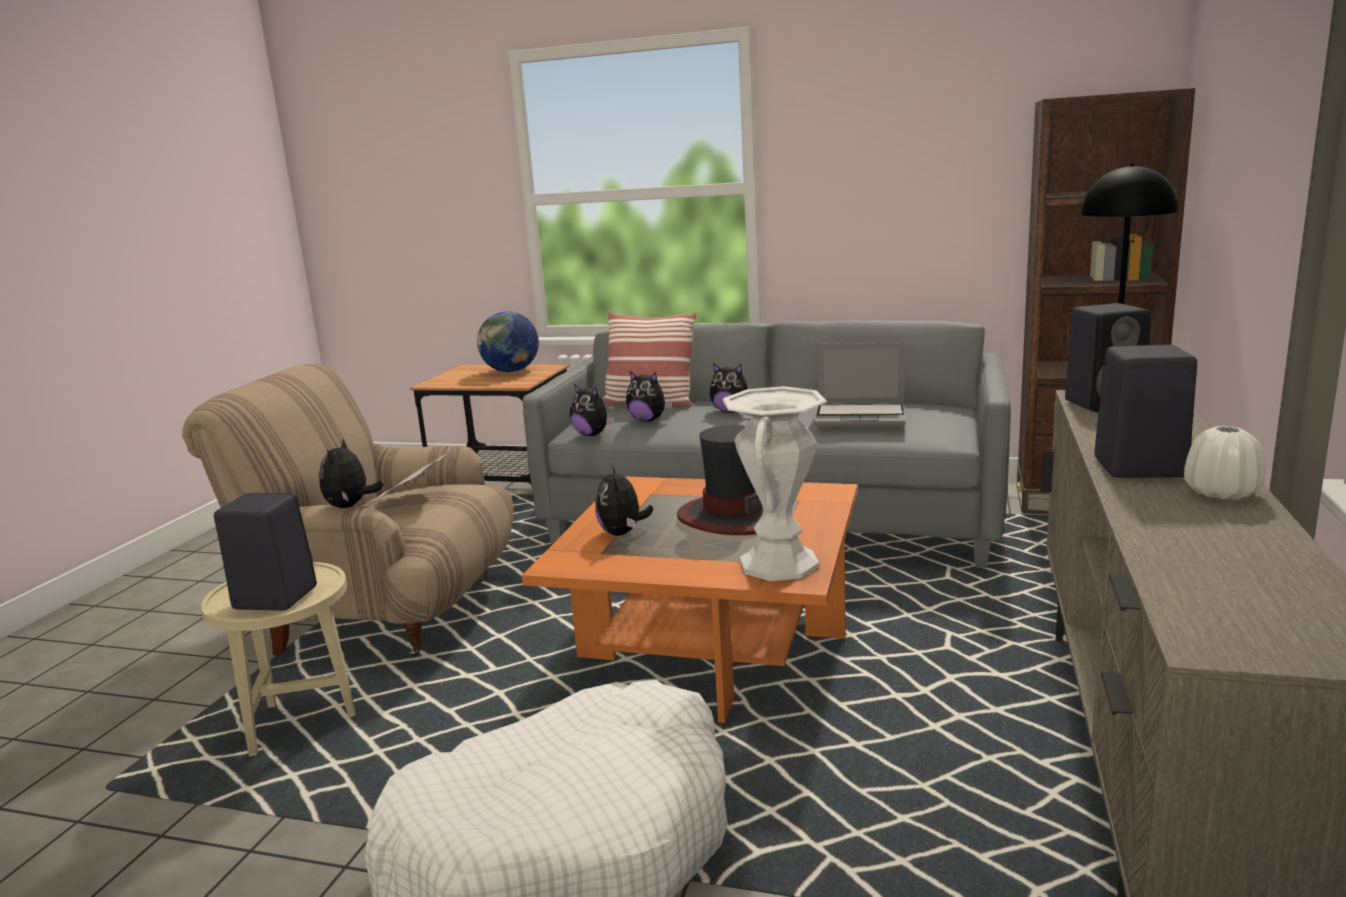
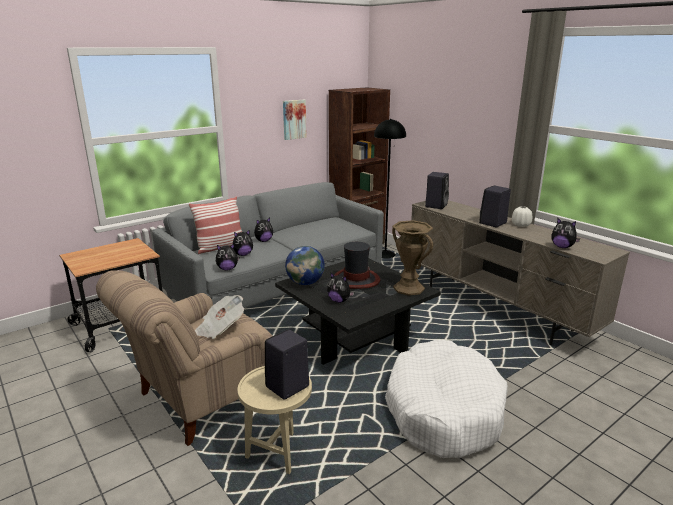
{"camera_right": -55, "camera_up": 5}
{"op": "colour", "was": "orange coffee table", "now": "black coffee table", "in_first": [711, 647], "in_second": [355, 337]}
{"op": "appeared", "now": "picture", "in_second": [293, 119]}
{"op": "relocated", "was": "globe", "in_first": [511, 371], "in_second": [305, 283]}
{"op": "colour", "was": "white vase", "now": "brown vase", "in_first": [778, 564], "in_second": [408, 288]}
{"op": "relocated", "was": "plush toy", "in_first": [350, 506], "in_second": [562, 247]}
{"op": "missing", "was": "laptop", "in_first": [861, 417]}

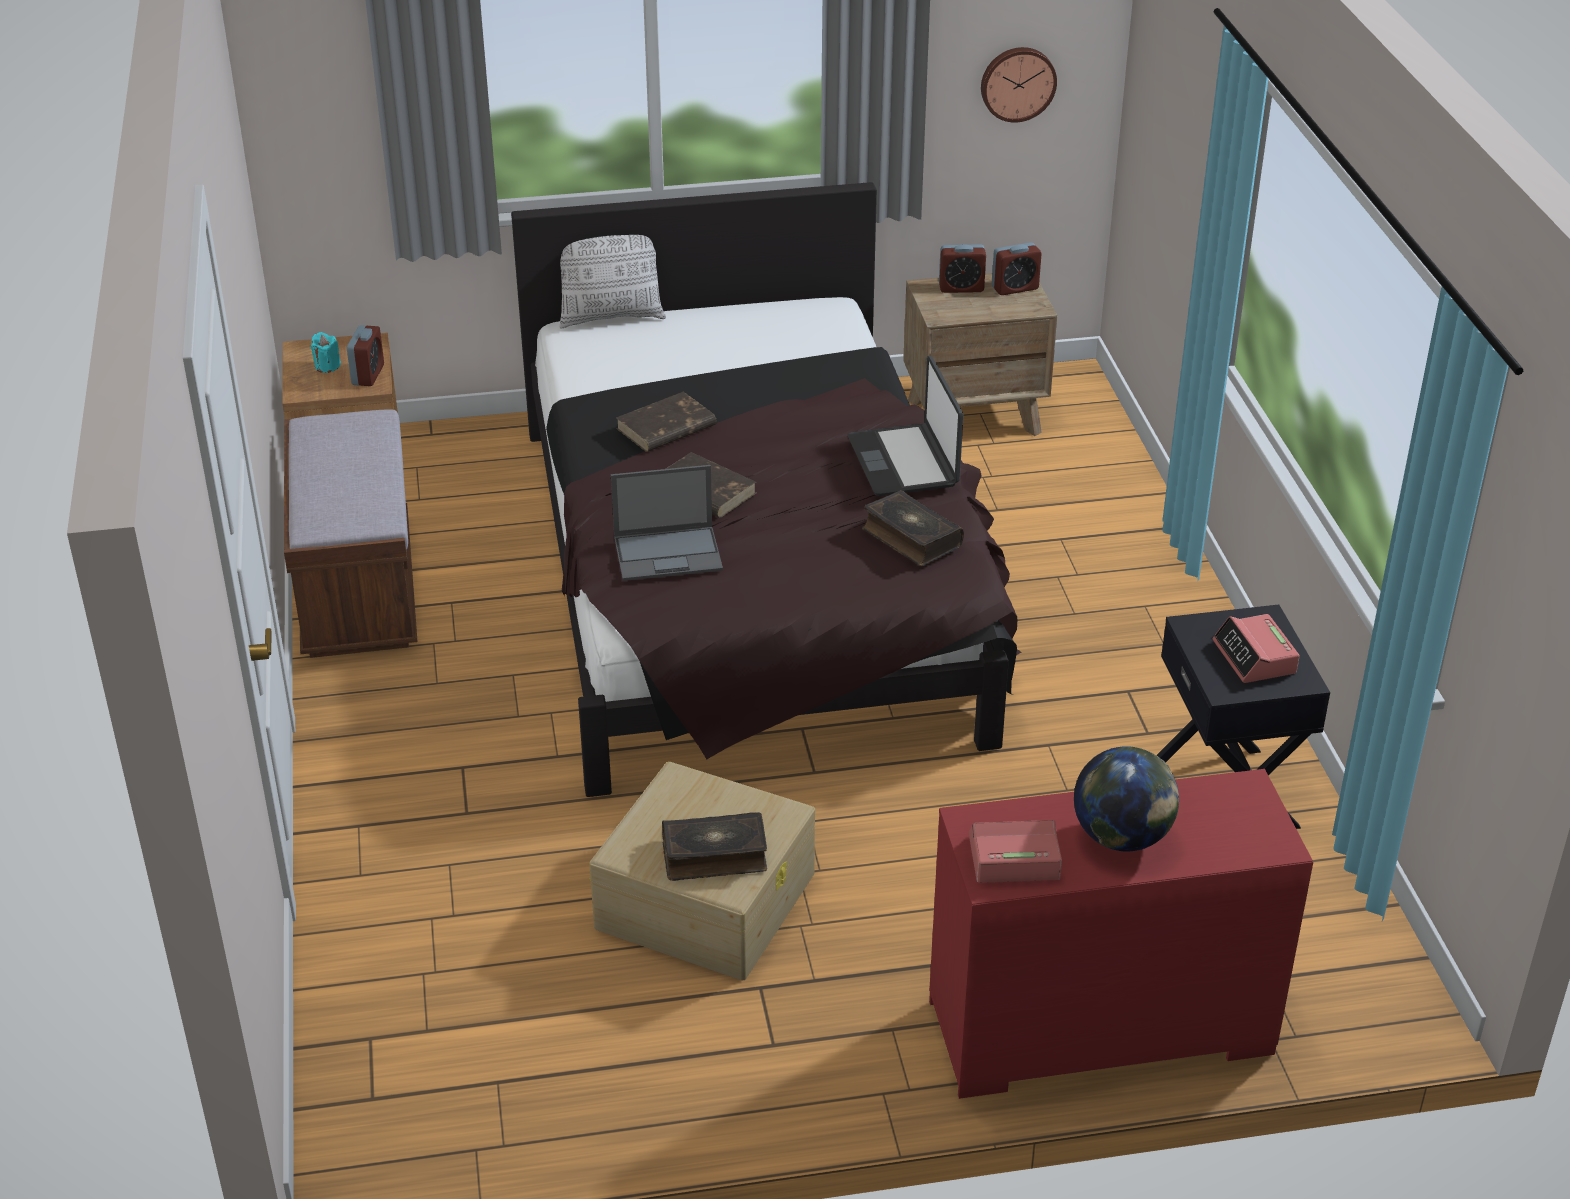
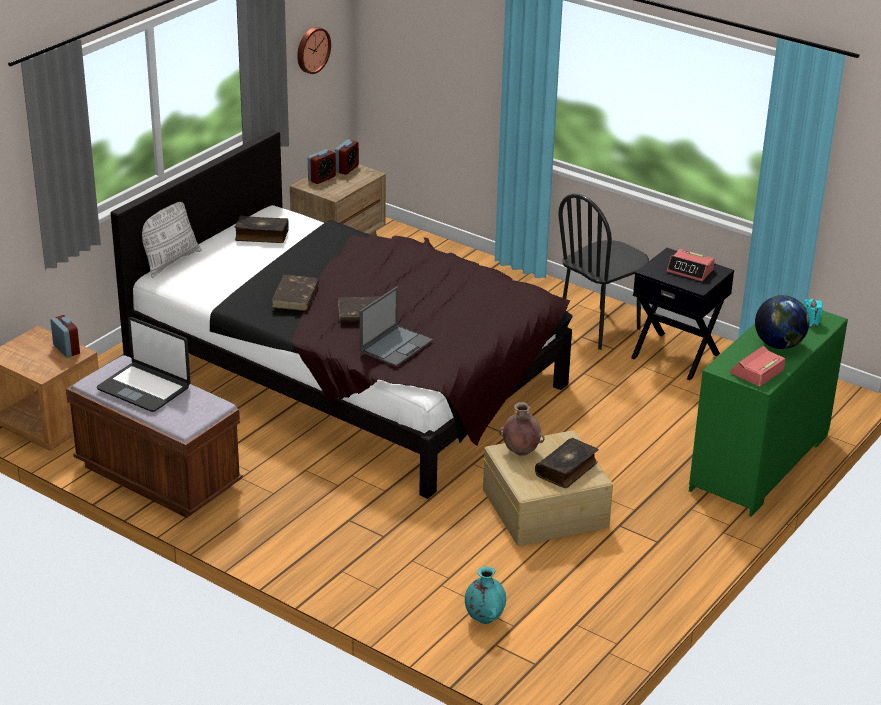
{"camera_right": -45, "camera_up": -5}
{"op": "relocated", "was": "laptop", "in_first": [904, 462], "in_second": [144, 388]}
{"op": "relocated", "was": "book", "in_first": [910, 538], "in_second": [261, 235]}
{"op": "appeared", "now": "turquoise vase", "in_second": [484, 618]}
{"op": "appeared", "now": "brown vase", "in_second": [520, 452]}
{"op": "appeared", "now": "black chair", "in_second": [599, 328]}
{"op": "colour", "was": "red dresser", "now": "green dresser", "in_first": [1099, 1030], "in_second": [760, 463]}
{"op": "relocated", "was": "turquoise candle", "in_first": [327, 366], "in_second": [810, 321]}

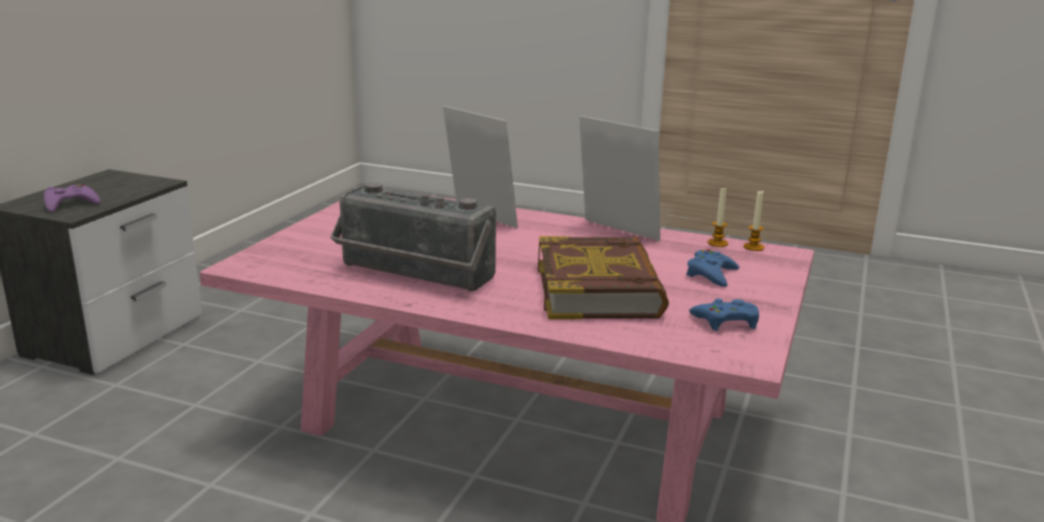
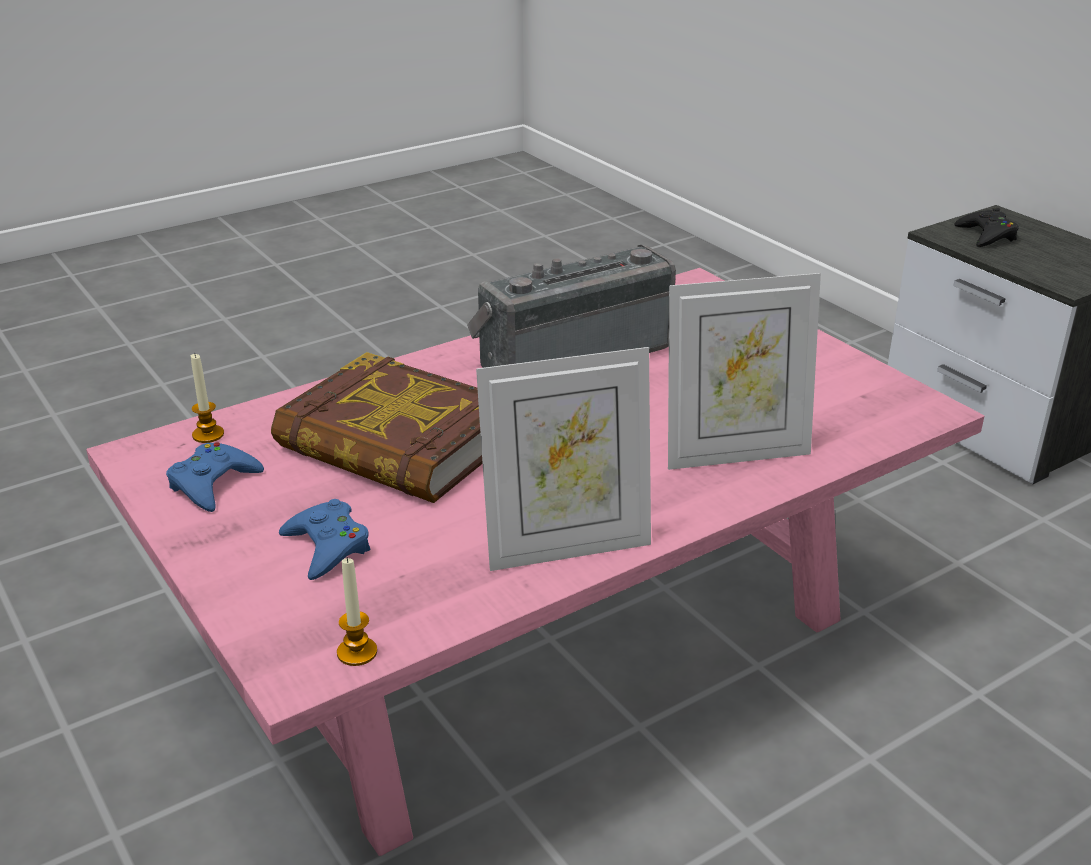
{"camera_right": 125, "camera_up": 10}
{"op": "relocated", "was": "candle", "in_first": [717, 243], "in_second": [208, 435]}
{"op": "colour", "was": "purple game controller", "now": "black game controller", "in_first": [70, 204], "in_second": [986, 235]}

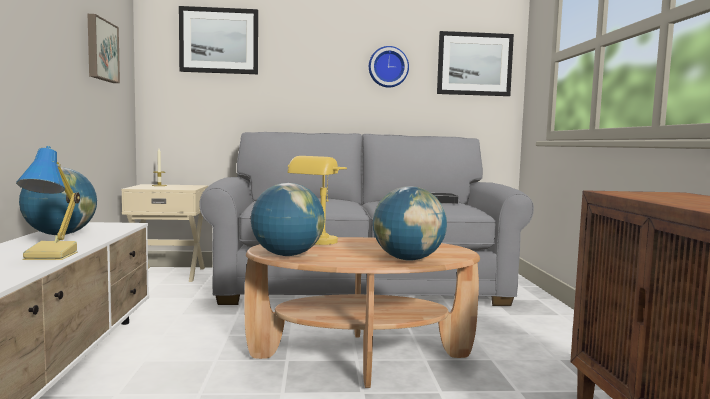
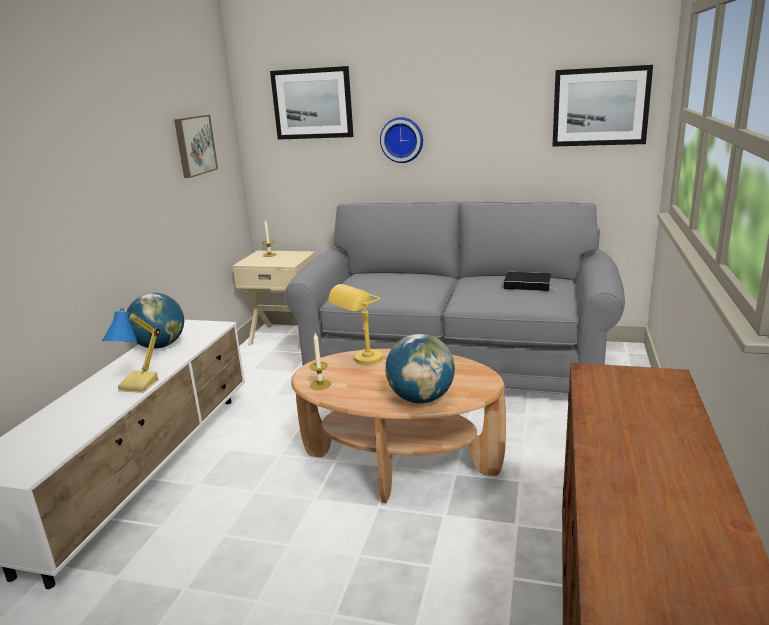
{"camera_right": 20, "camera_up": 15}
{"op": "exchanged", "was": "globe", "now": "candle", "in_first": [287, 255], "in_second": [320, 384]}
{"op": "relocated", "was": "wall clock", "in_first": [388, 67], "in_second": [402, 139]}

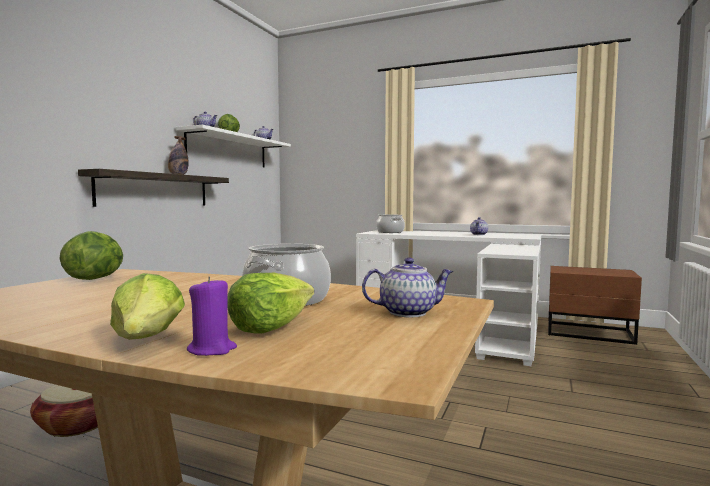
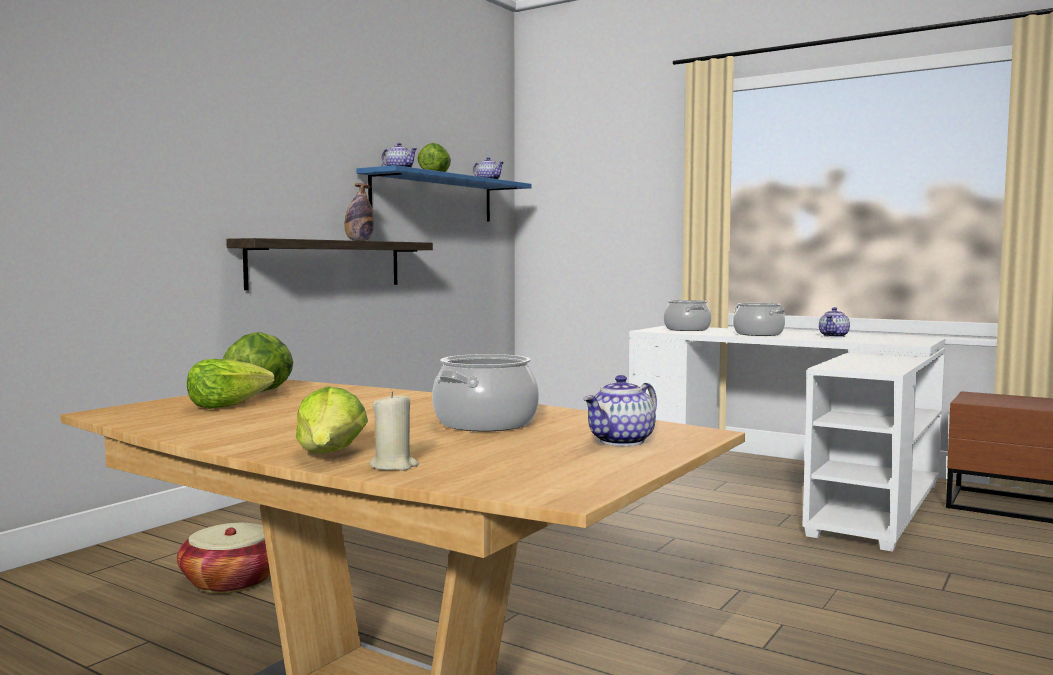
{"camera_right": 10, "camera_up": 0}
{"op": "relocated", "was": "lettuce", "in_first": [270, 326], "in_second": [227, 405]}
{"op": "colour", "was": "white shelf", "now": "blue shelf", "in_first": [228, 150], "in_second": [434, 198]}
{"op": "colour", "was": "purple candle", "now": "beige candle", "in_first": [212, 350], "in_second": [394, 466]}
{"op": "spun", "was": "teapot", "in_first": [408, 312], "in_second": [622, 441], "clockwise": 135}
{"op": "appeared", "now": "cooking pot", "in_second": [758, 334]}

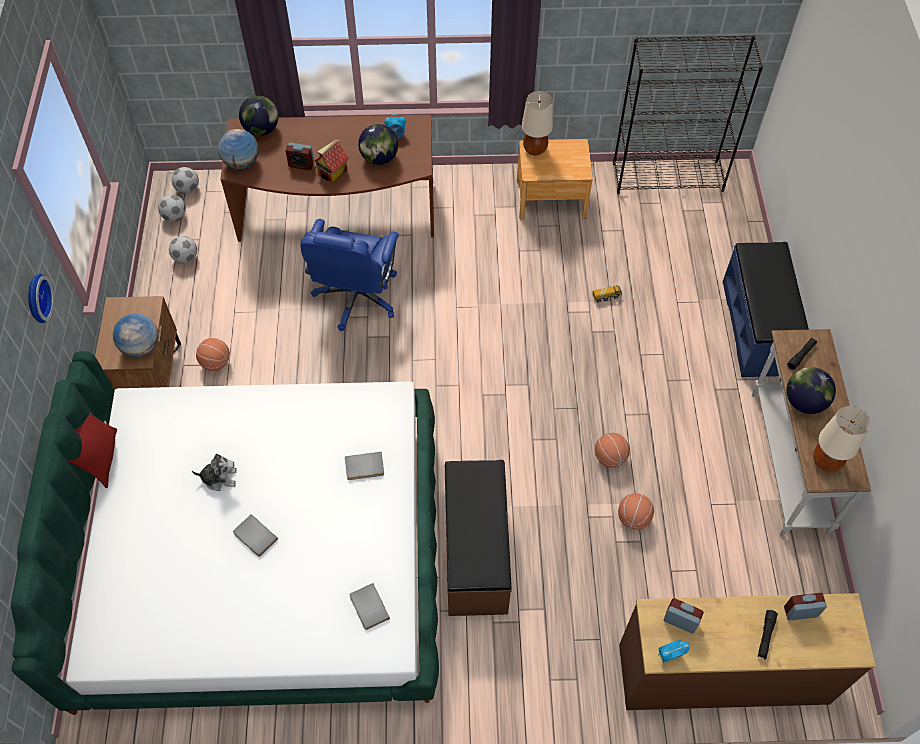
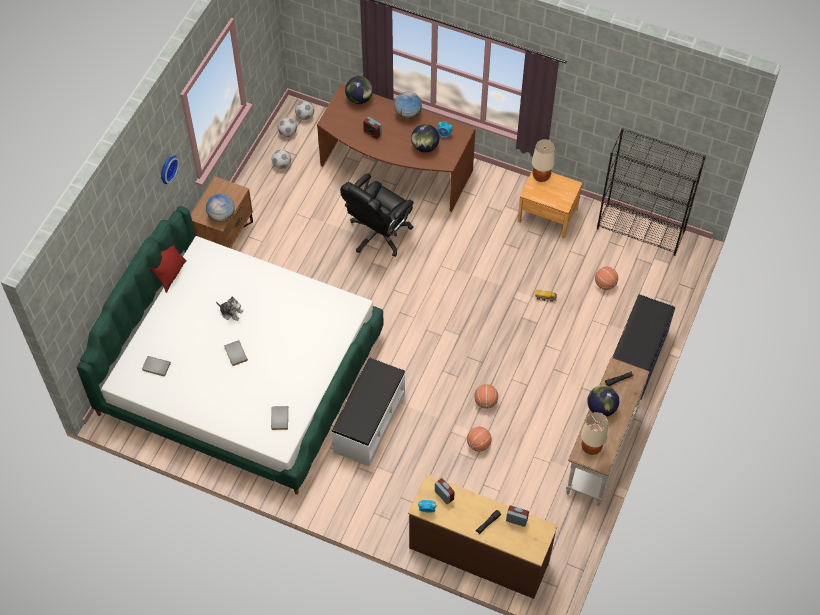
{"camera_right": 25, "camera_up": 0}
{"op": "relocated", "was": "grey book", "in_first": [364, 468], "in_second": [156, 367]}
{"op": "colour", "was": "brown bench", "now": "white bench", "in_first": [474, 551], "in_second": [369, 422]}
{"op": "colour", "was": "blue office chair", "now": "black office chair", "in_first": [356, 298], "in_second": [378, 234]}
{"op": "relocated", "was": "globe", "in_first": [241, 163], "in_second": [407, 114]}
{"op": "relocated", "was": "basketball", "in_first": [215, 363], "in_second": [605, 284]}
{"op": "missing", "was": "toy house", "in_first": [332, 172]}

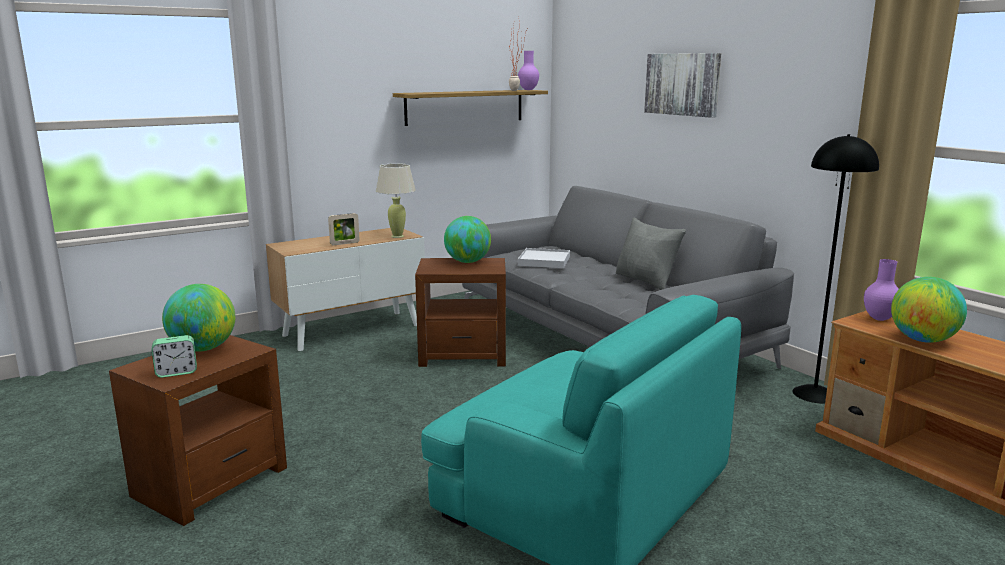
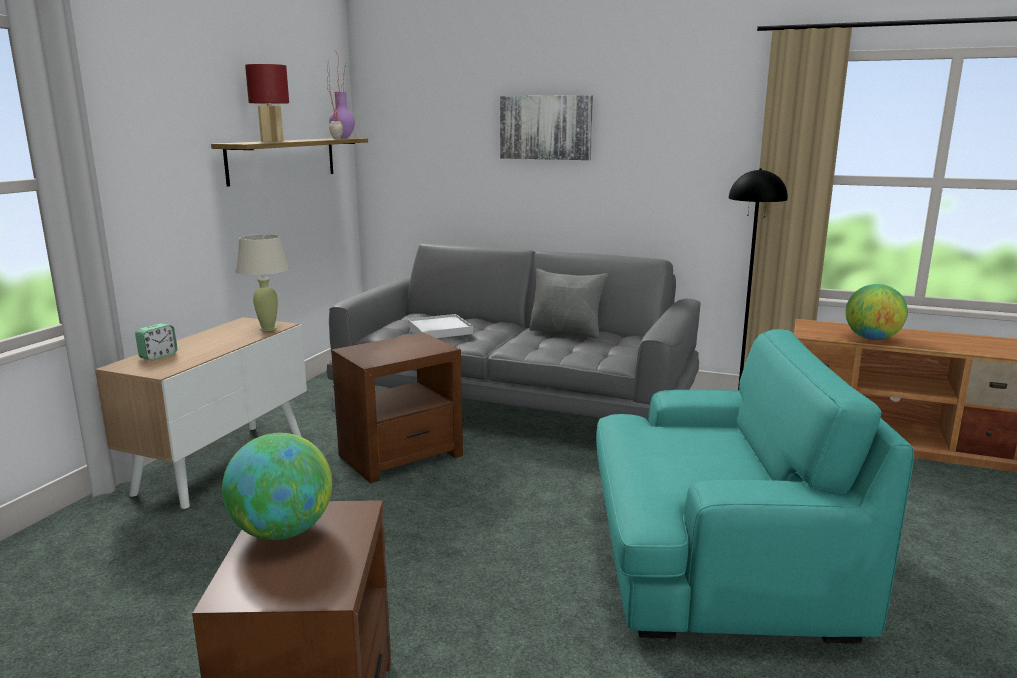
{"camera_right": -35, "camera_up": 0}
{"op": "relocated", "was": "alarm clock", "in_first": [176, 372], "in_second": [158, 356]}
{"op": "appeared", "now": "red table lamp", "in_second": [272, 141]}
{"op": "missing", "was": "picture frame", "in_first": [344, 243]}
{"op": "missing", "was": "globe", "in_first": [467, 262]}
{"op": "missing", "was": "purple vase", "in_first": [878, 319]}

